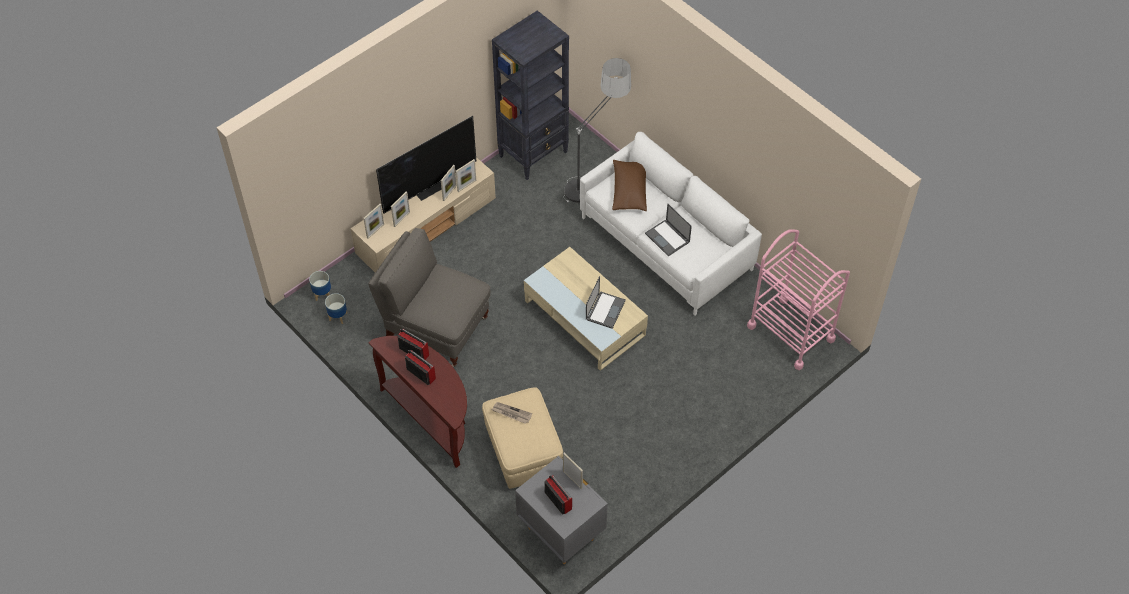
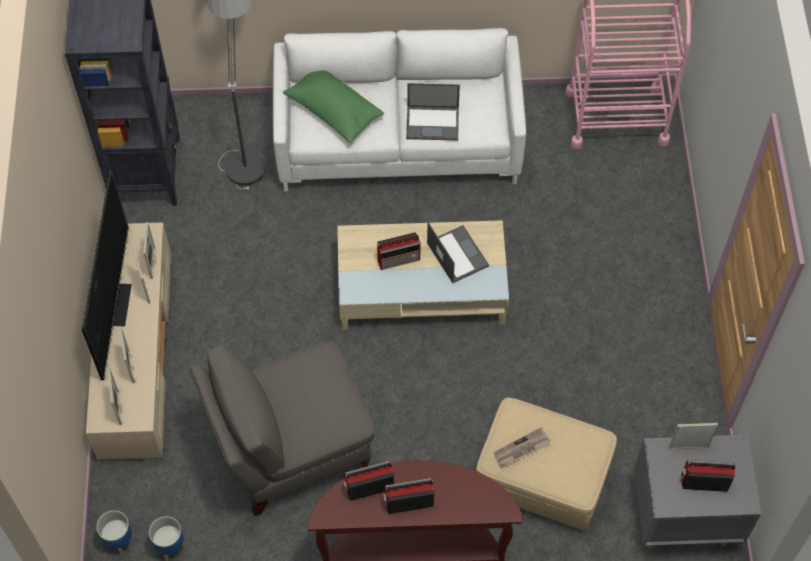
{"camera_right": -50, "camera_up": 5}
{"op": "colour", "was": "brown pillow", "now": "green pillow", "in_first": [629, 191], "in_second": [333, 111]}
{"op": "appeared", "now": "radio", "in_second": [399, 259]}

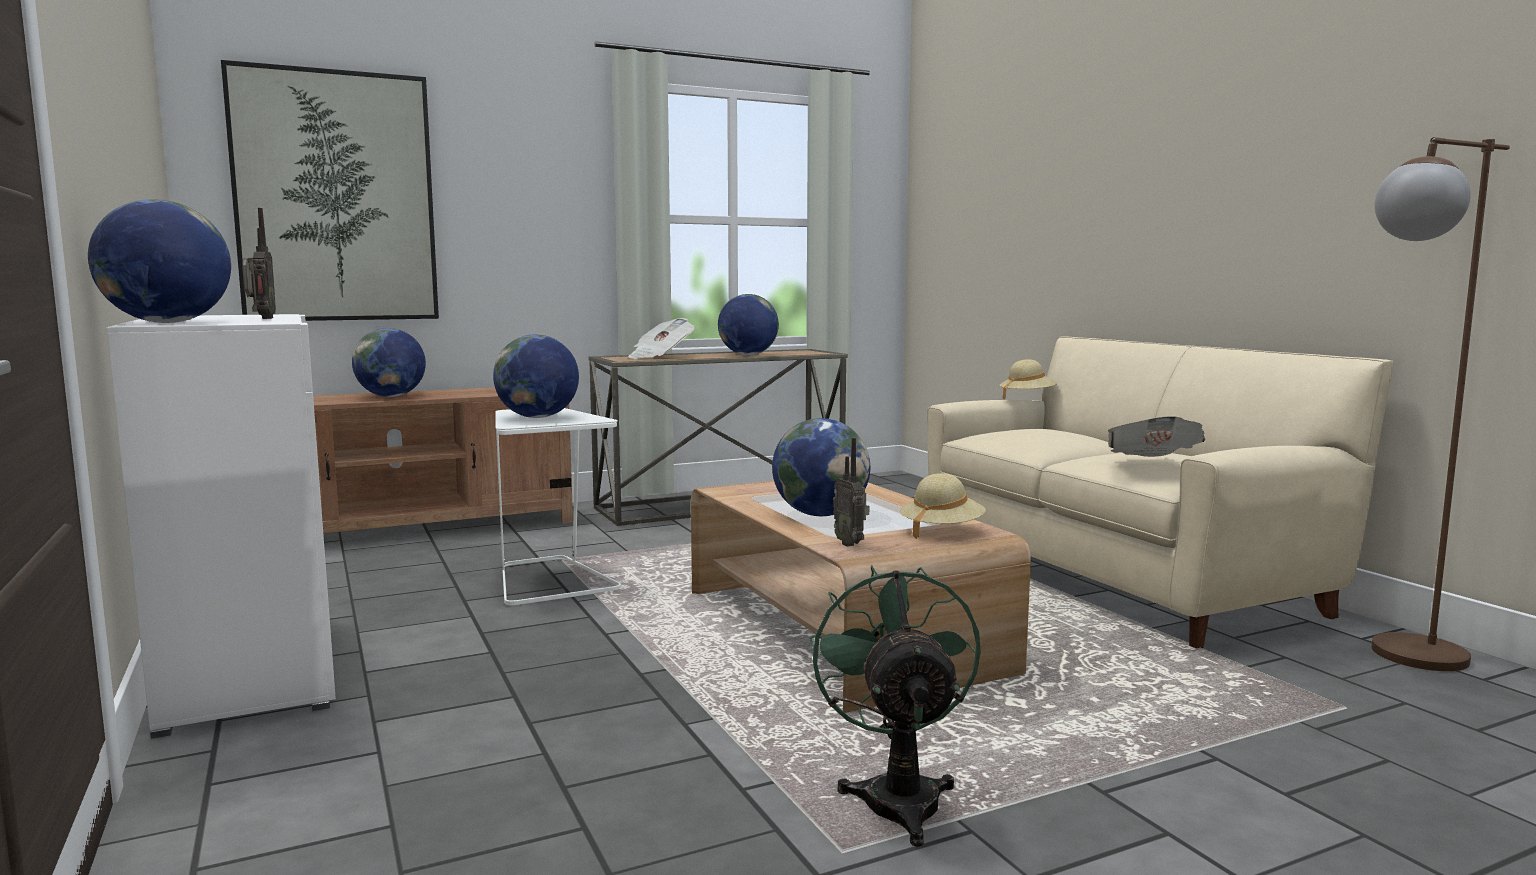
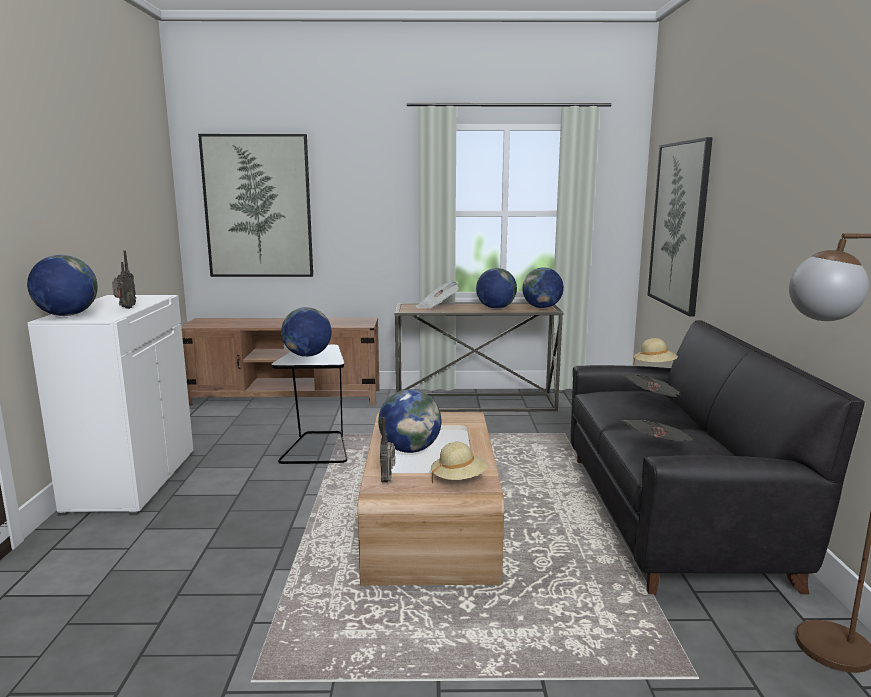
{"camera_right": 25, "camera_up": 5}
{"op": "colour", "was": "white side table", "now": "black side table", "in_first": [549, 580], "in_second": [317, 448]}
{"op": "relocated", "was": "globe", "in_first": [391, 396], "in_second": [542, 307]}
{"op": "colour", "was": "beige sofa", "now": "black sofa", "in_first": [1116, 577], "in_second": [671, 515]}
{"op": "appeared", "now": "newspaper", "in_second": [652, 401]}
{"op": "appeared", "now": "picture", "in_second": [678, 225]}
{"op": "missing", "was": "green fan", "in_first": [897, 795]}

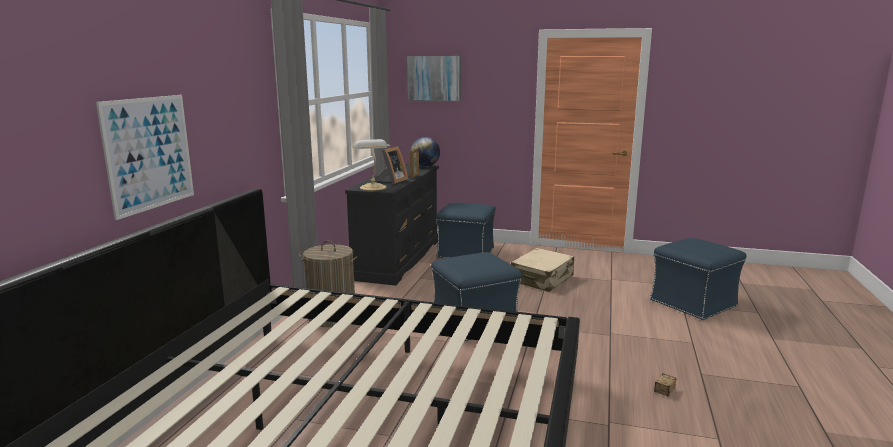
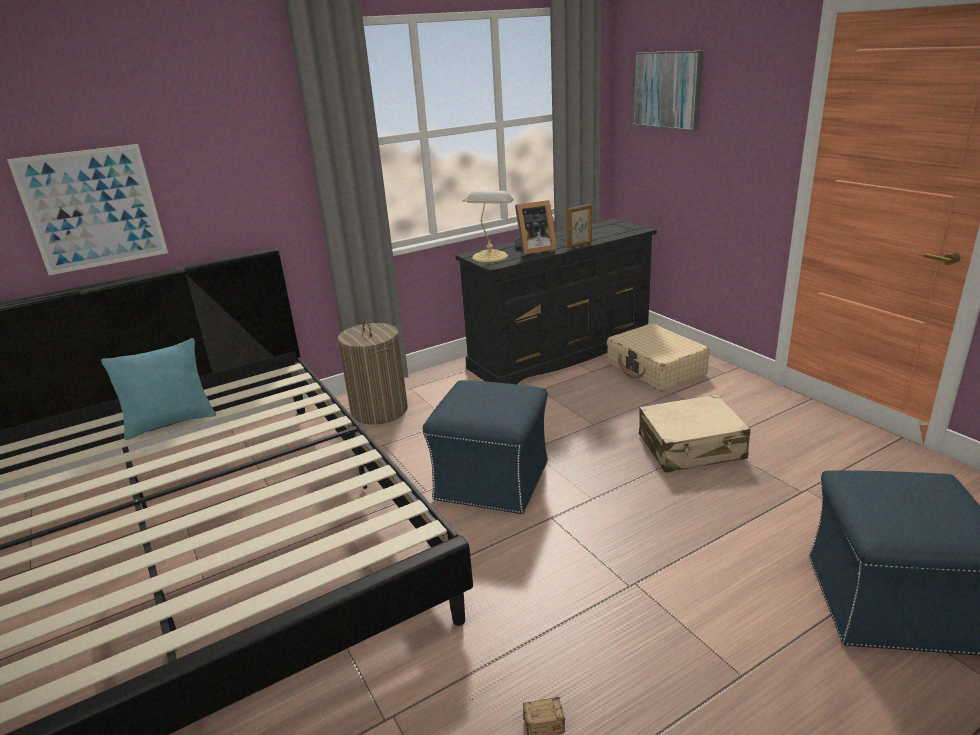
{"camera_right": 45, "camera_up": 10}
{"op": "appeared", "now": "turquoise pillow", "in_second": [170, 423]}
{"op": "exchanged", "was": "blue ottoman", "now": "beige suitcase", "in_first": [466, 253], "in_second": [655, 369]}
{"op": "missing", "was": "globe", "in_first": [425, 166]}

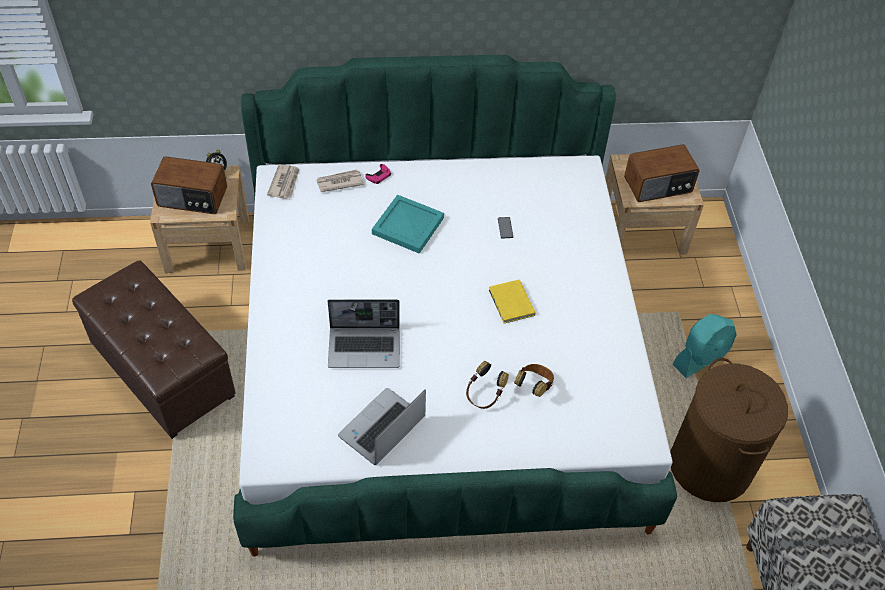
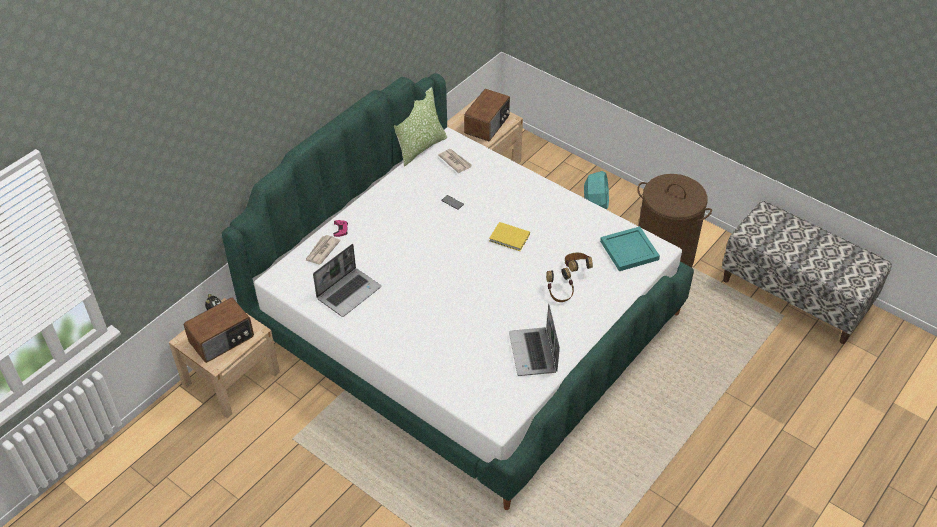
{"camera_right": -45, "camera_up": -5}
{"op": "relocated", "was": "laptop", "in_first": [365, 347], "in_second": [349, 292]}
{"op": "appeared", "now": "pillow", "in_second": [419, 148]}
{"op": "relocated", "was": "newspaper", "in_first": [285, 183], "in_second": [455, 161]}
{"op": "relocated", "was": "turquoise tray", "in_first": [409, 225], "in_second": [629, 250]}
{"op": "missing", "was": "brown ottoman", "in_first": [162, 372]}

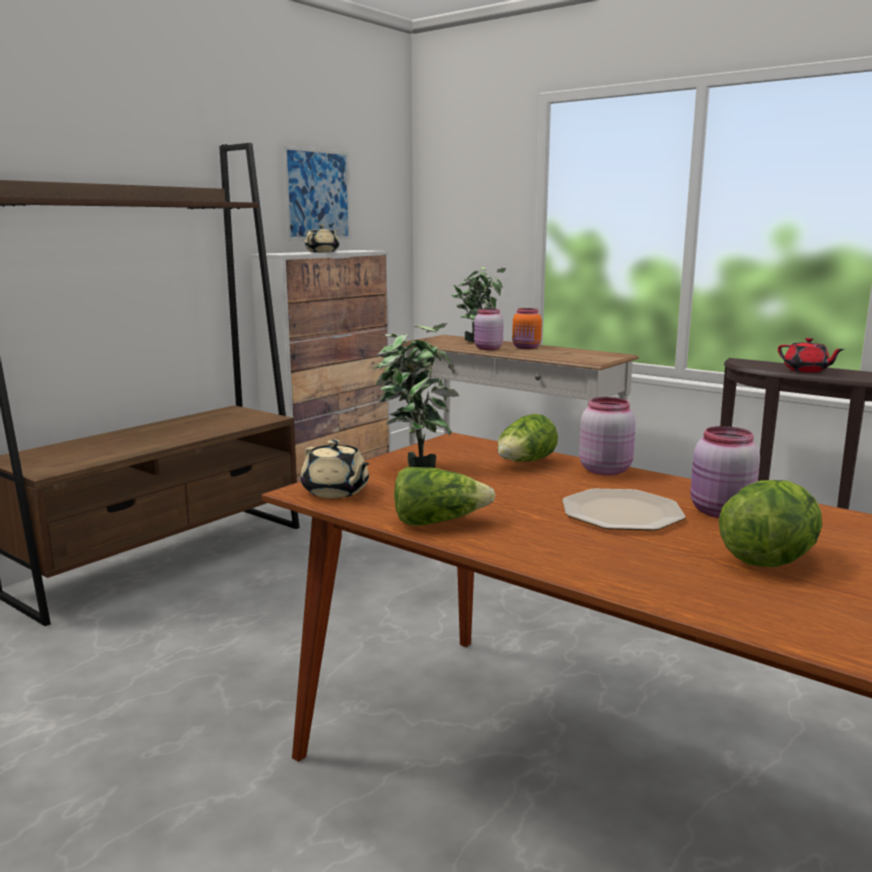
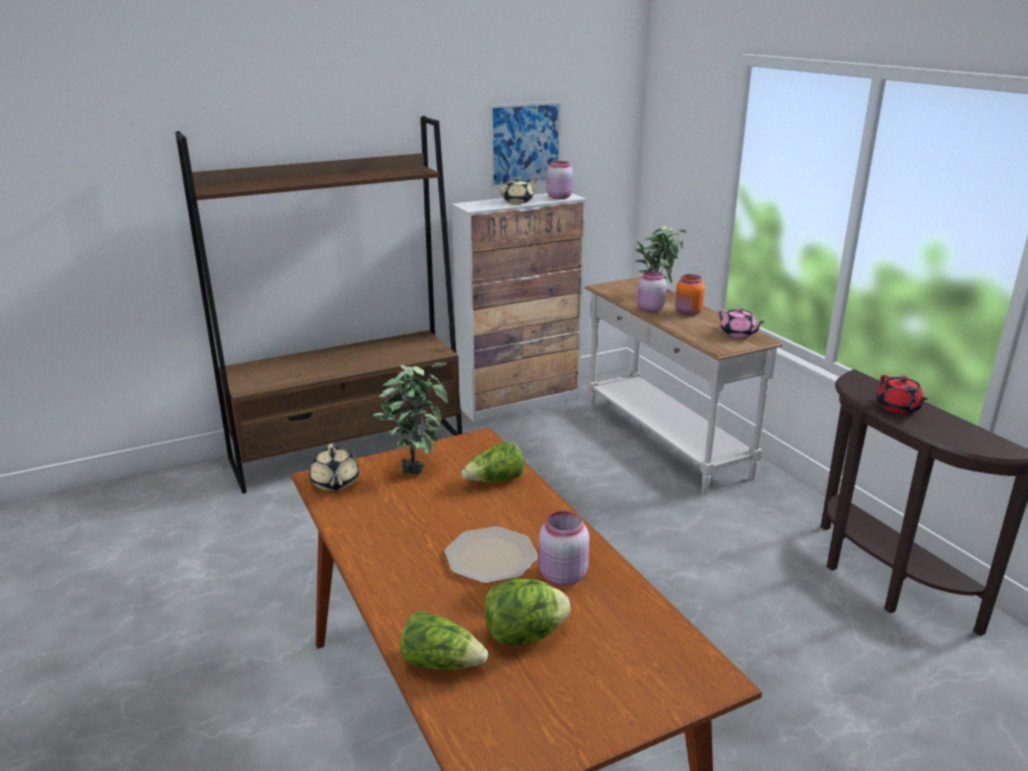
{"camera_right": 25, "camera_up": 10}
{"op": "relocated", "was": "lettuce", "in_first": [438, 522], "in_second": [442, 662]}
{"op": "relocated", "was": "pink jar", "in_first": [605, 470], "in_second": [559, 197]}
{"op": "appeared", "now": "pink teapot", "in_second": [738, 334]}

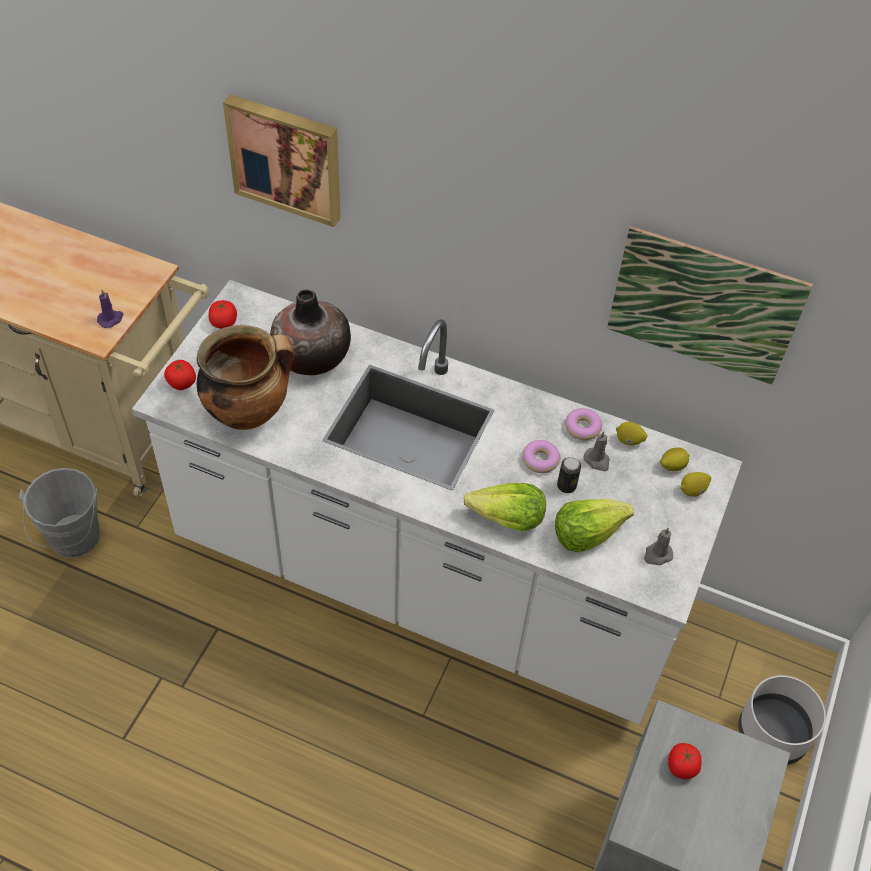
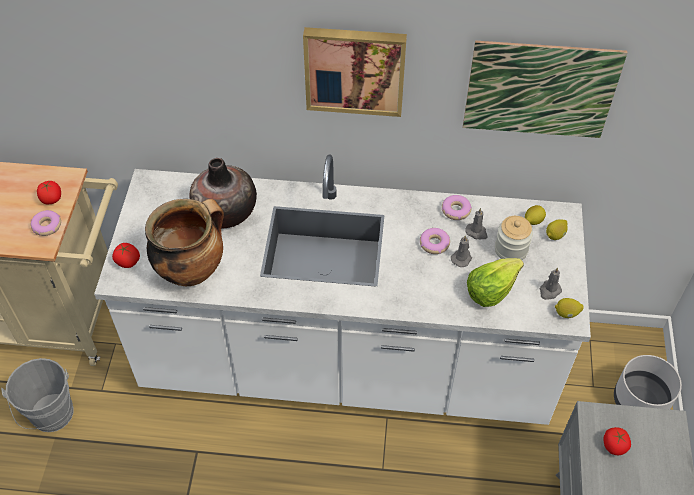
{"camera_right": -15, "camera_up": 0}
{"op": "exchanged", "was": "purple candle", "now": "donut", "in_first": [111, 319], "in_second": [47, 226]}
{"op": "relocated", "was": "tomato", "in_first": [224, 323], "in_second": [51, 199]}
{"op": "relocated", "was": "picture", "in_first": [286, 158], "in_second": [355, 69]}
{"op": "exchanged", "was": "can", "now": "grey candle", "in_first": [566, 486], "in_second": [462, 258]}
{"op": "appeared", "now": "jar", "in_second": [511, 250]}
{"op": "relocated", "was": "lemon", "in_first": [629, 441], "in_second": [566, 313]}
{"op": "missing", "was": "lettuce", "in_first": [507, 519]}

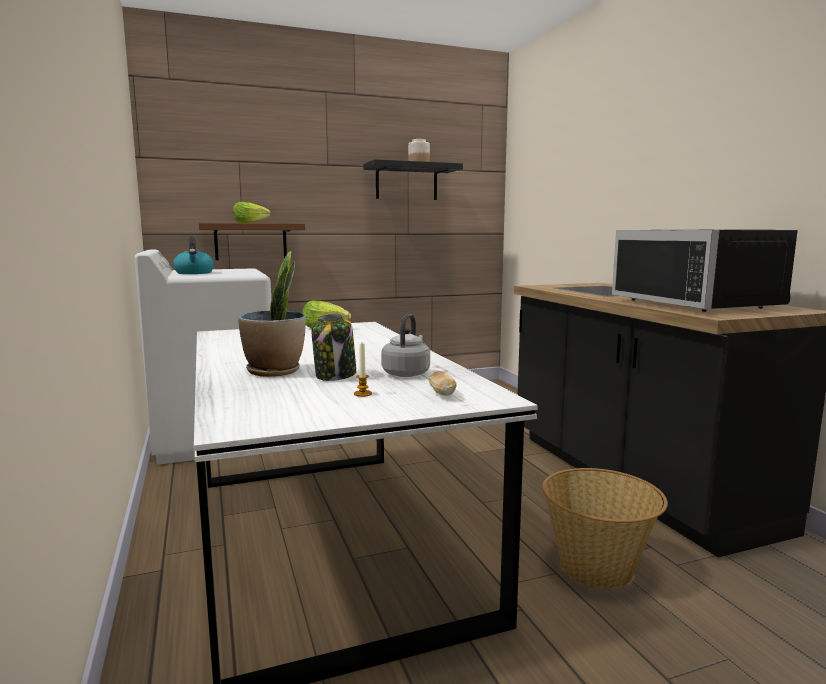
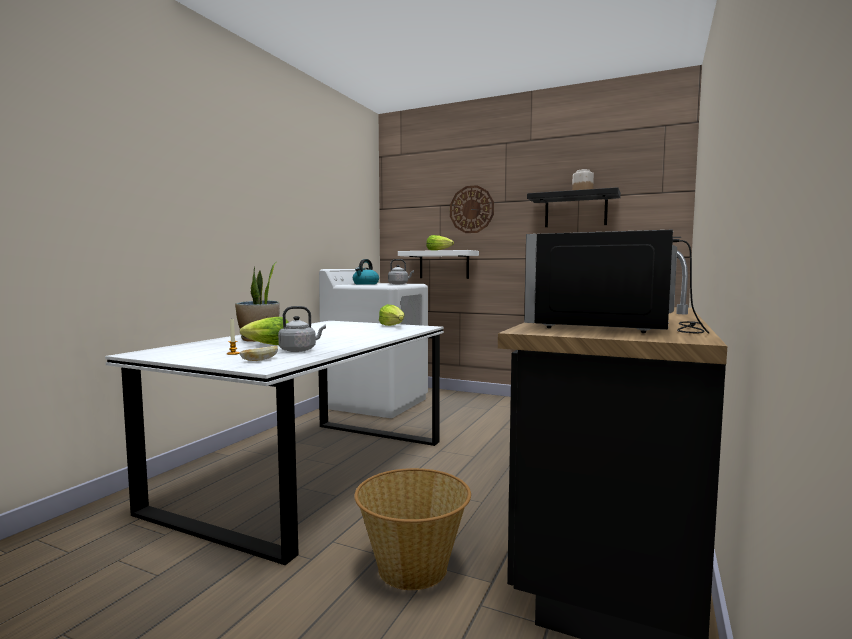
{"camera_right": 45, "camera_up": -5}
{"op": "exchanged", "was": "jar", "now": "lettuce", "in_first": [335, 376], "in_second": [268, 345]}
{"op": "appeared", "now": "grey kettle", "in_second": [399, 284]}
{"op": "colour", "was": "brown shelf", "now": "white shelf", "in_first": [251, 241], "in_second": [444, 265]}
{"op": "appeared", "now": "wall clock", "in_second": [471, 209]}

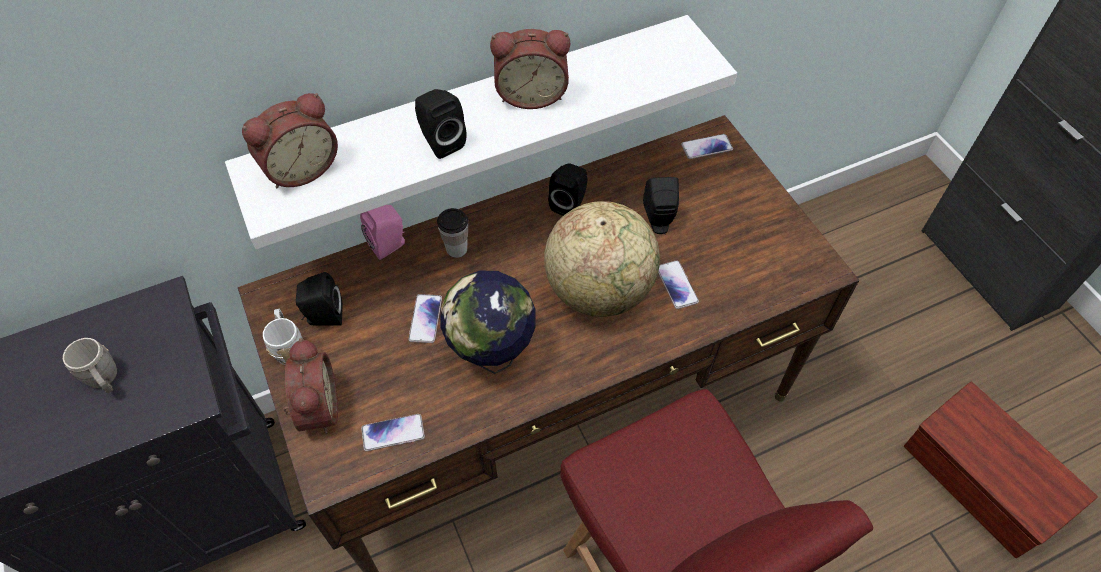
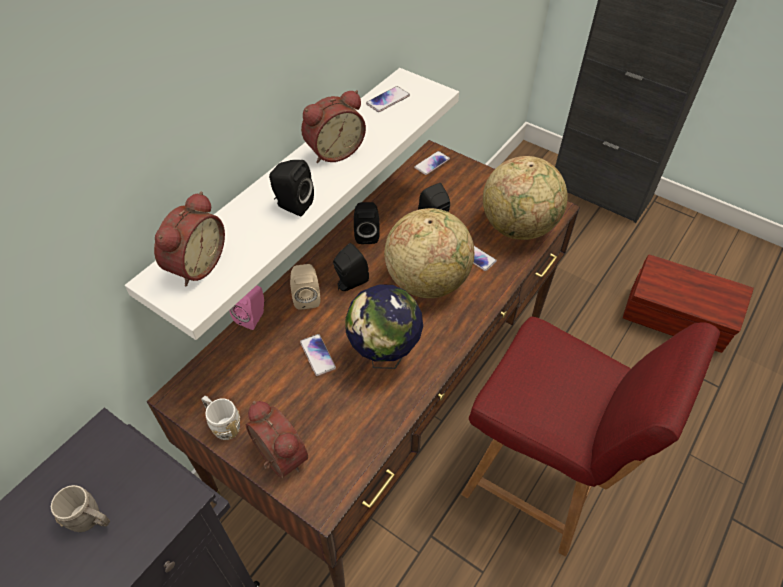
{"camera_right": -30, "camera_up": -5}
{"op": "exchanged", "was": "cup", "now": "beige speaker", "in_first": [457, 249], "in_second": [306, 297]}
{"op": "relocated", "was": "black speaker", "in_first": [323, 317], "in_second": [349, 283]}
{"op": "relocated", "was": "phone", "in_first": [393, 433], "in_second": [388, 100]}
{"op": "appeared", "now": "globe", "in_second": [518, 227]}

